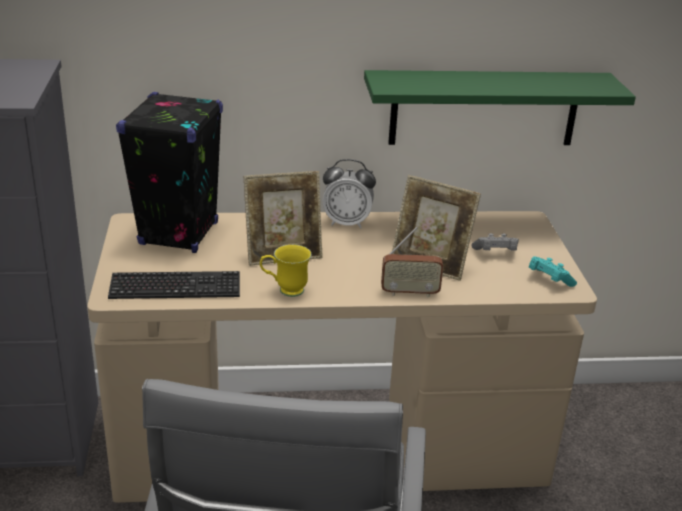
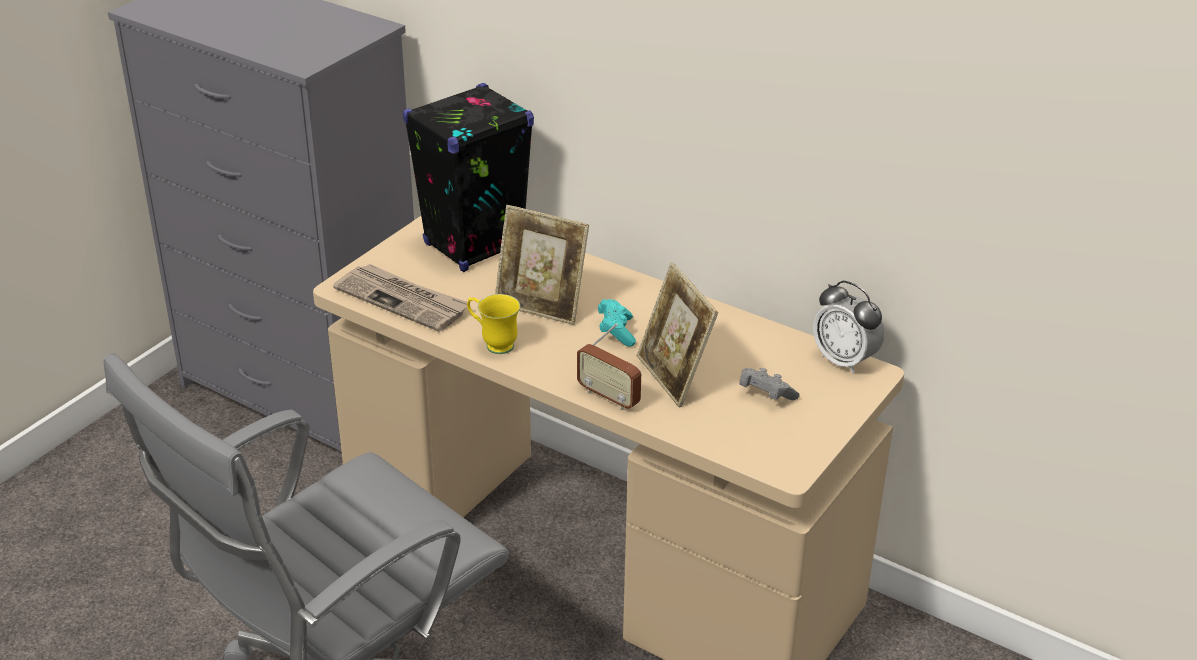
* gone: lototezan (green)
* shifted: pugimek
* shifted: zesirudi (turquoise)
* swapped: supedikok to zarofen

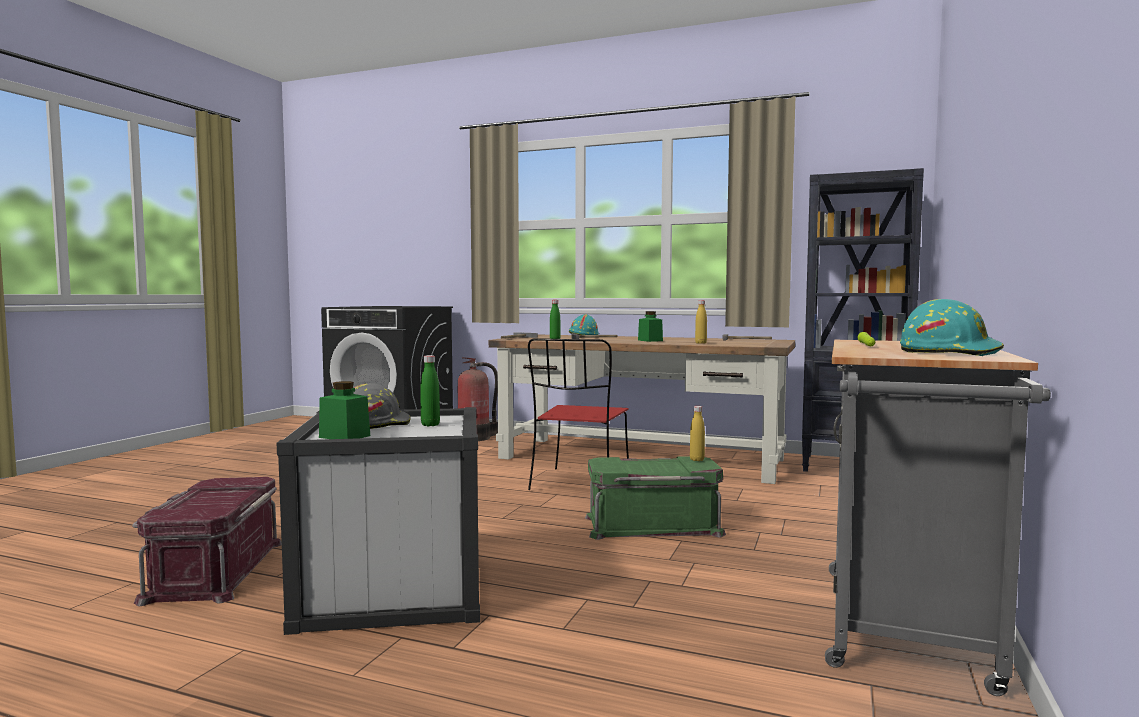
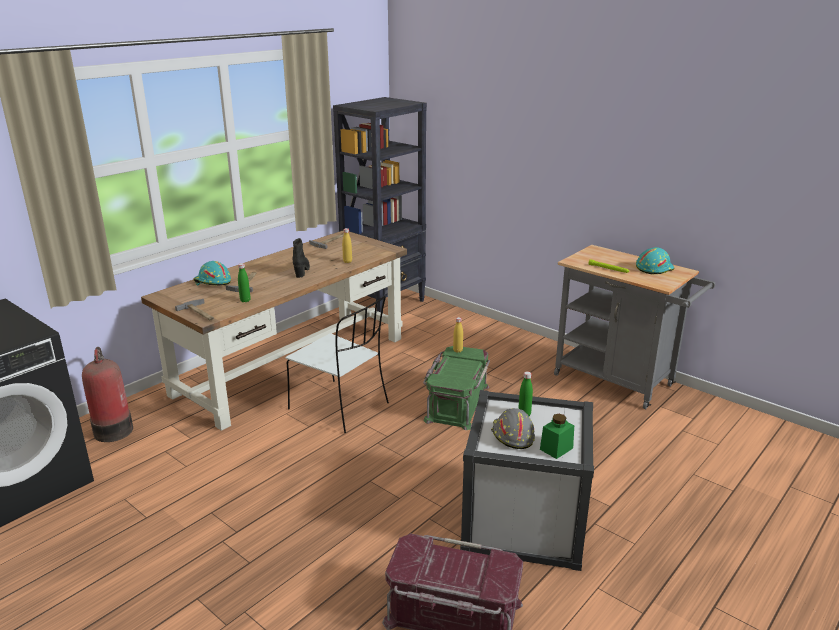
* swapped: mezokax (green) (no. 2 from left) to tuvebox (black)
* repainted: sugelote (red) to sugelote (white)

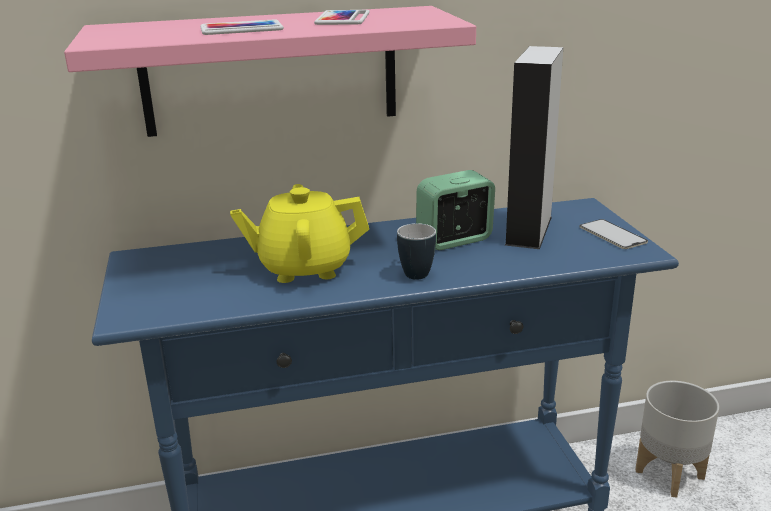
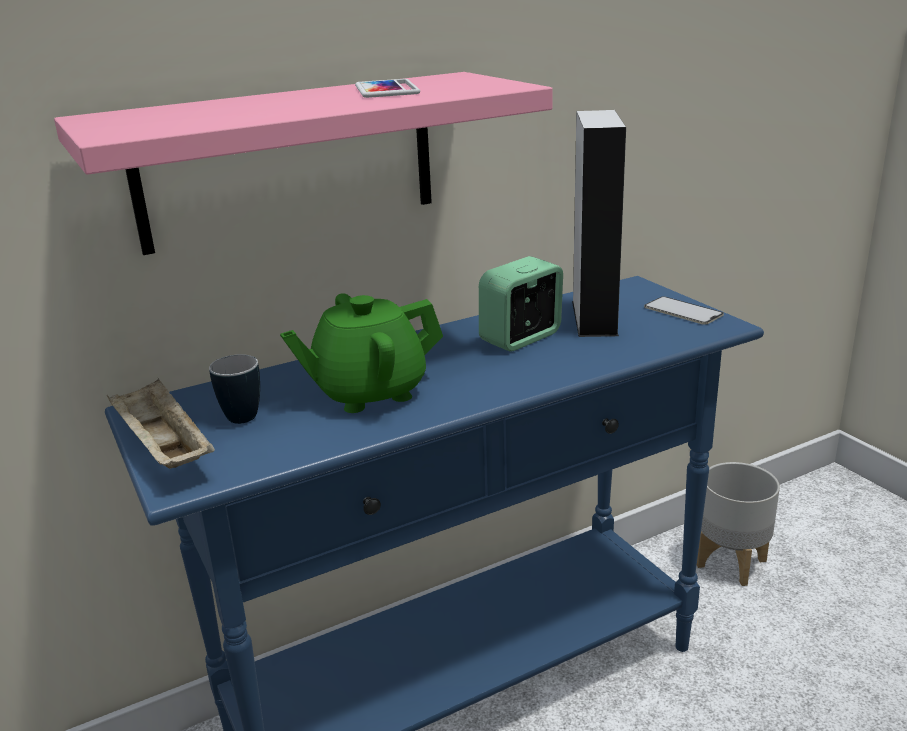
* gone: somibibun (no. 1 from left)
* repainted: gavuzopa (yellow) to gavuzopa (green)
* shifted: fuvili
* new: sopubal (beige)

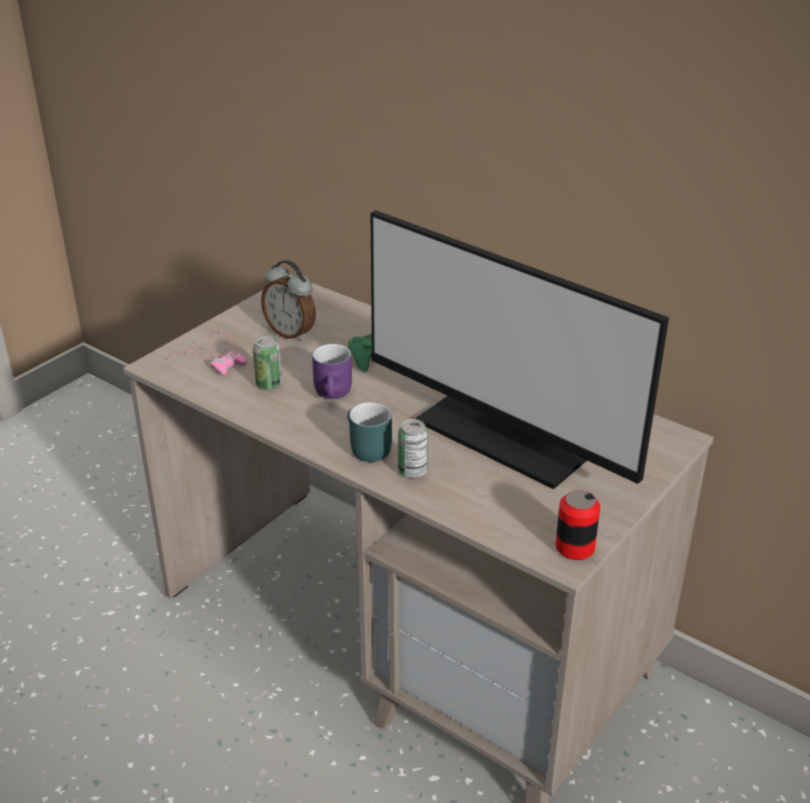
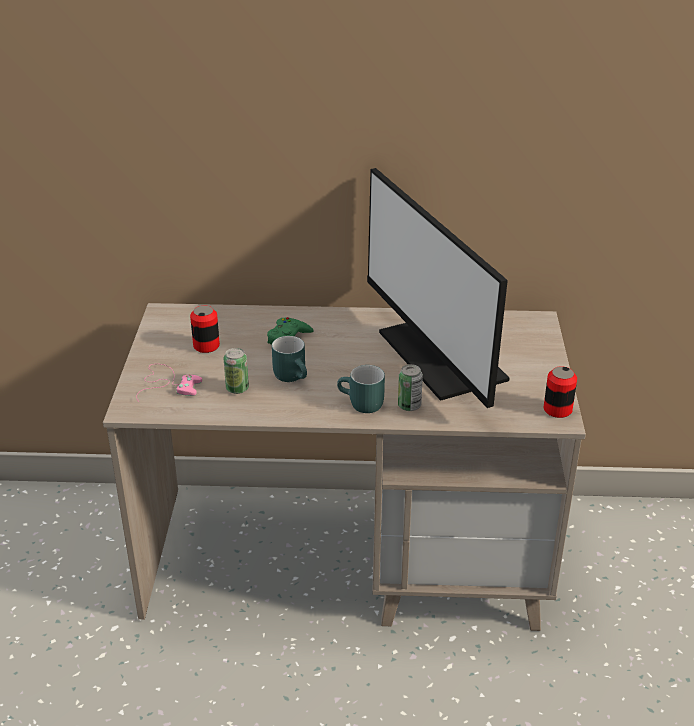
* rotated: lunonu 60 degrees clockwise
* swapped: pugimek to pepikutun (no. 1 from left)
* repainted: fuvili (purple) to fuvili (turquoise) (no. 1 from left)

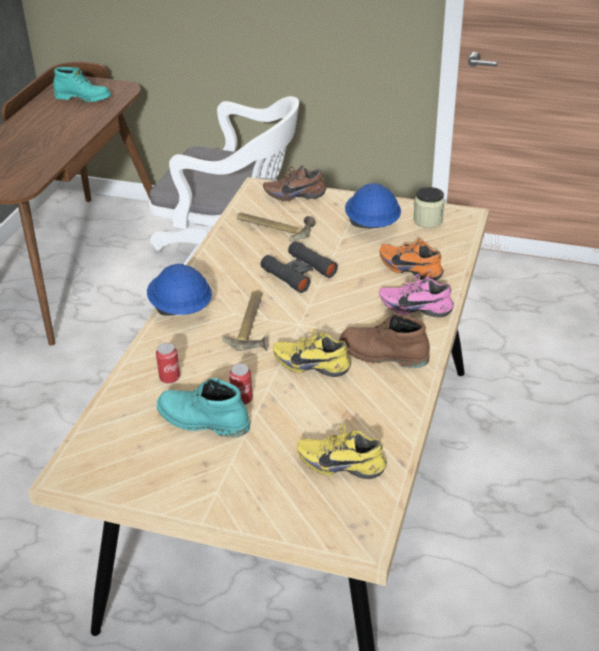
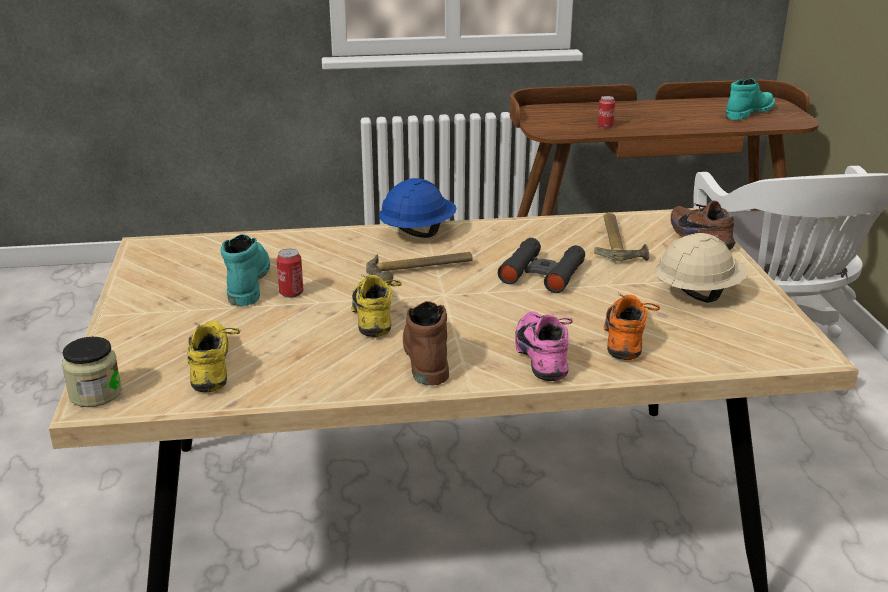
* rotated: tuvebox (turquoise) (no. 1 from left in the first image) 120 degrees counterclockwise
* repainted: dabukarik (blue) (no. 2 from left) to dabukarik (beige)
* shifted: mezokax
* shifted: pepikutun (no. 1 from left in the first image) to pepikutun (no. 2 from left)

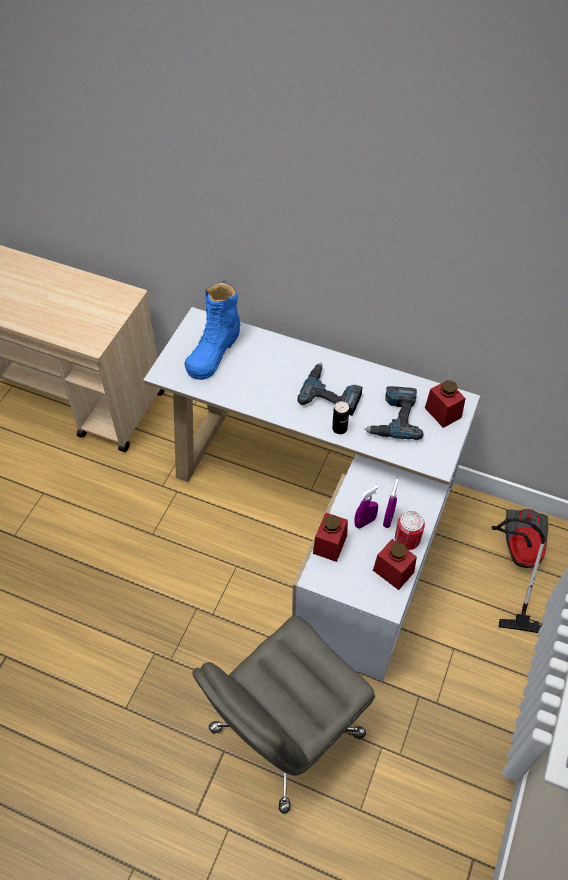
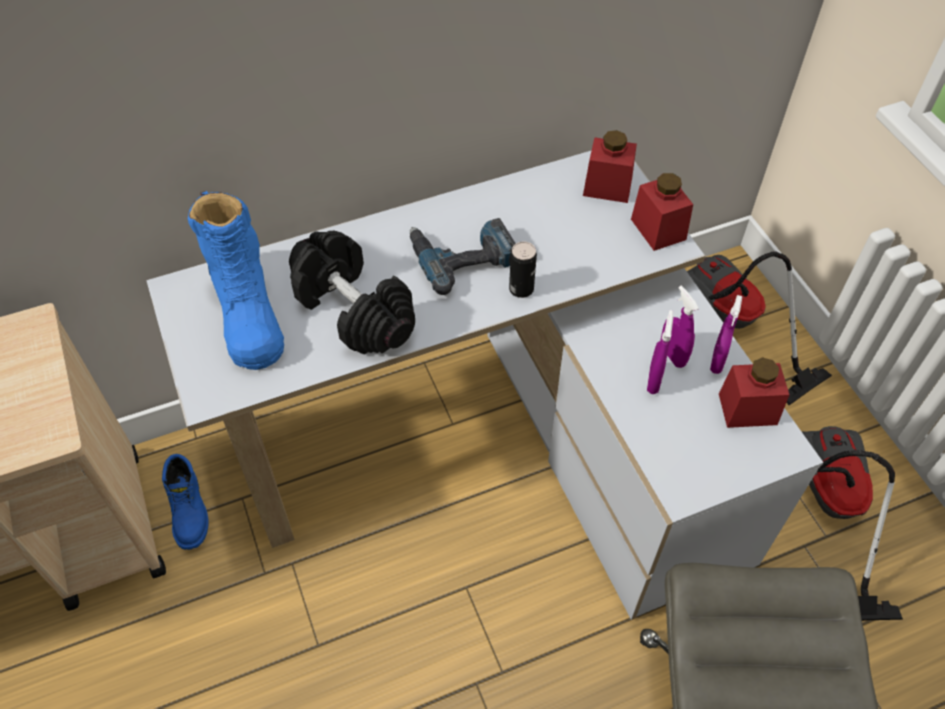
* gone: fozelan (no. 2 from left)
* swapped: pepikutun (no. 2 from left) to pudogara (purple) (no. 3 from left)
* shifted: mezokax (red) (no. 1 from left in the first image) to mezokax (red) (no. 2 from left)
* new: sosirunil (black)
* new: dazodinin (no. 2 from left)
* new: tuvebox (blue) (no. 1 from left)

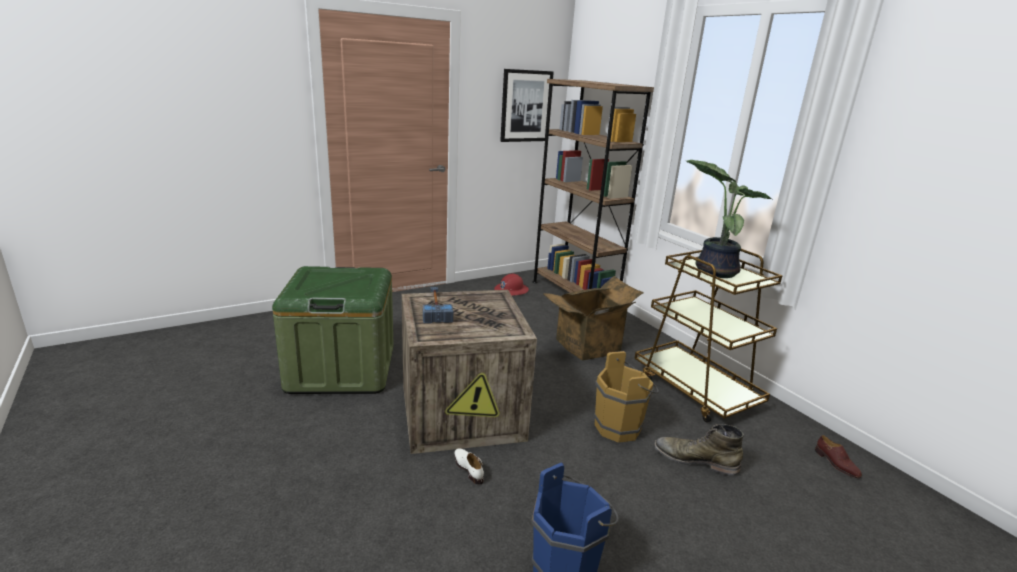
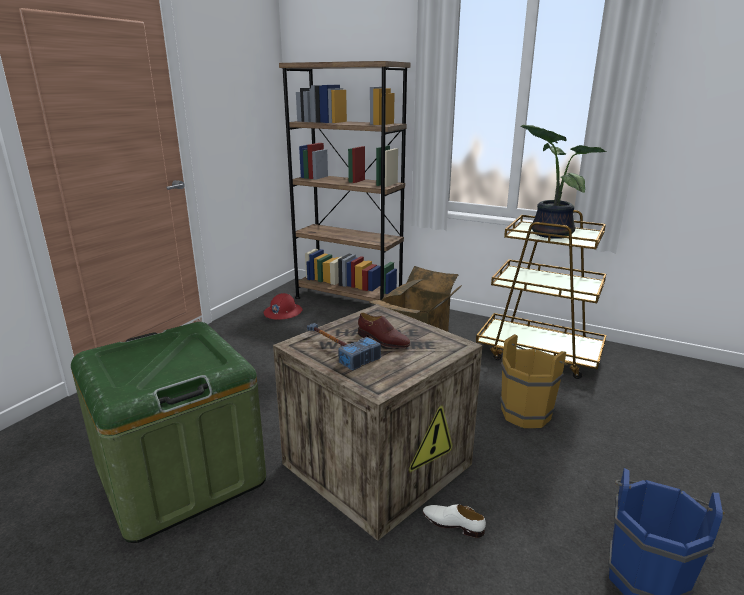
* gone: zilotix
* gone: tuvebox (green)
* shifted: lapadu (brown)

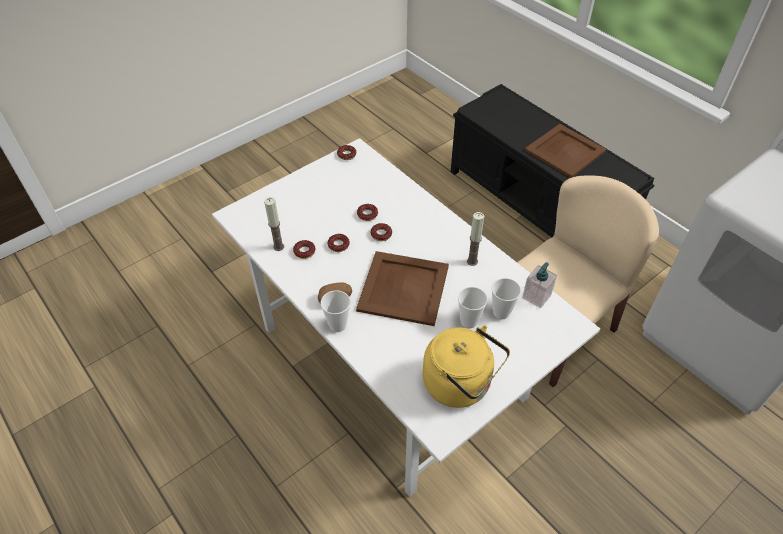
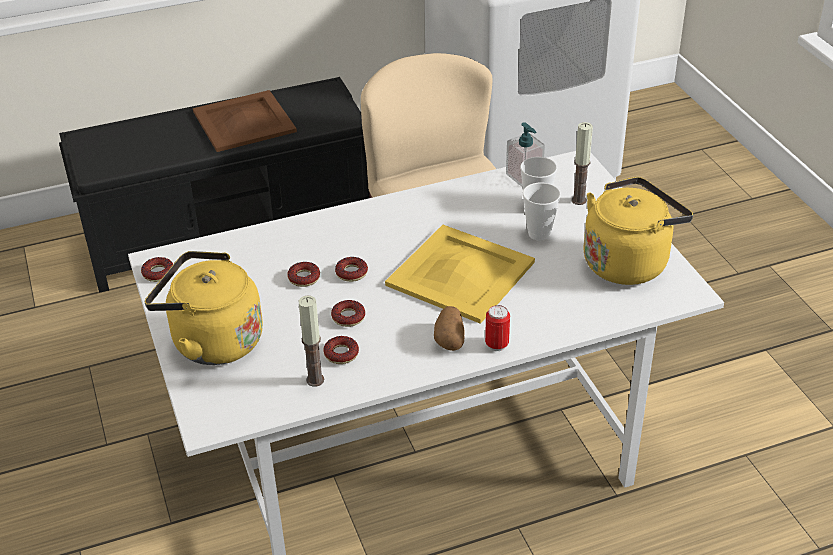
* shifted: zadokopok (no. 2 from left)
* repainted: sopubal (brown) (no. 1 from left) to sopubal (yellow)
* swapped: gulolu (no. 1 from left) to pepikutun
* new: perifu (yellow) (no. 1 from left)

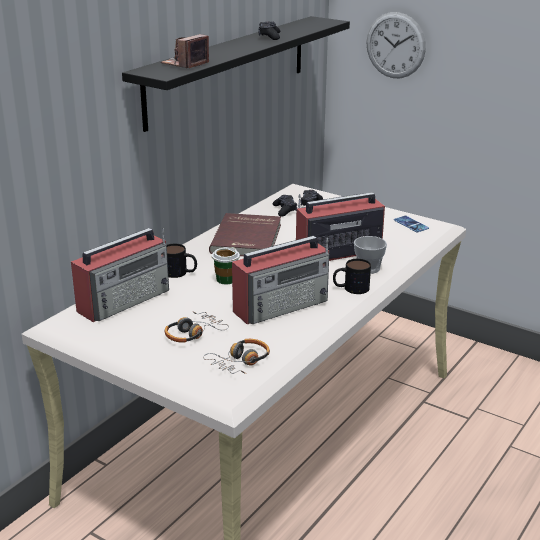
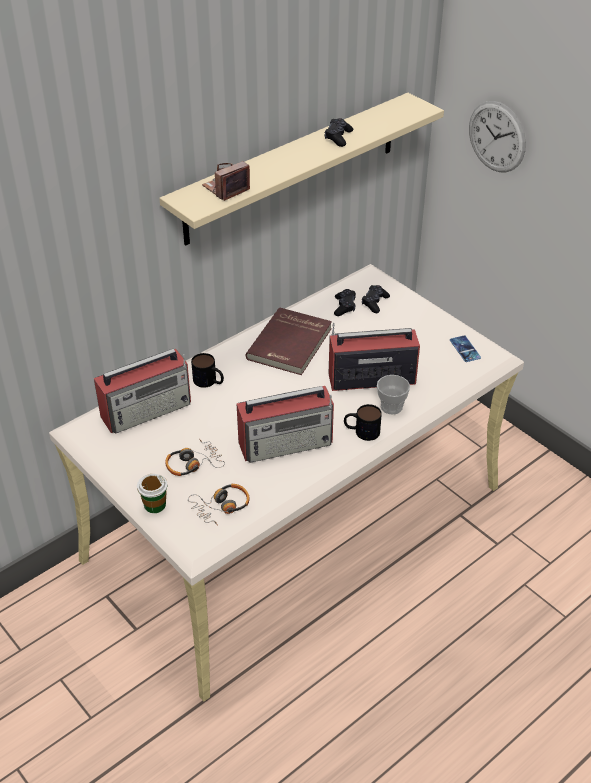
* repainted: lototezan (black) to lototezan (beige)
* shifted: gulolu (no. 1 from left)

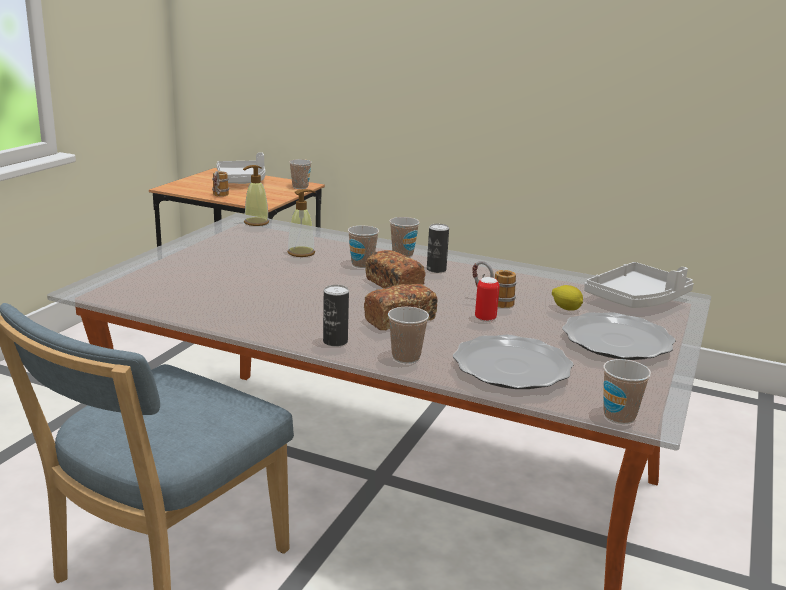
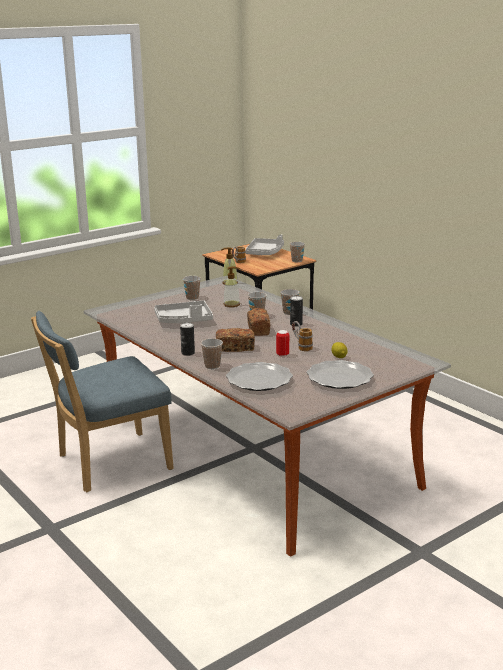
* shifted: sopubal (grey) (no. 2 from left in the first image) to sopubal (grey) (no. 1 from left)
* shifted: gulolu (no. 5 from left in the first image) to gulolu (no. 1 from left)

